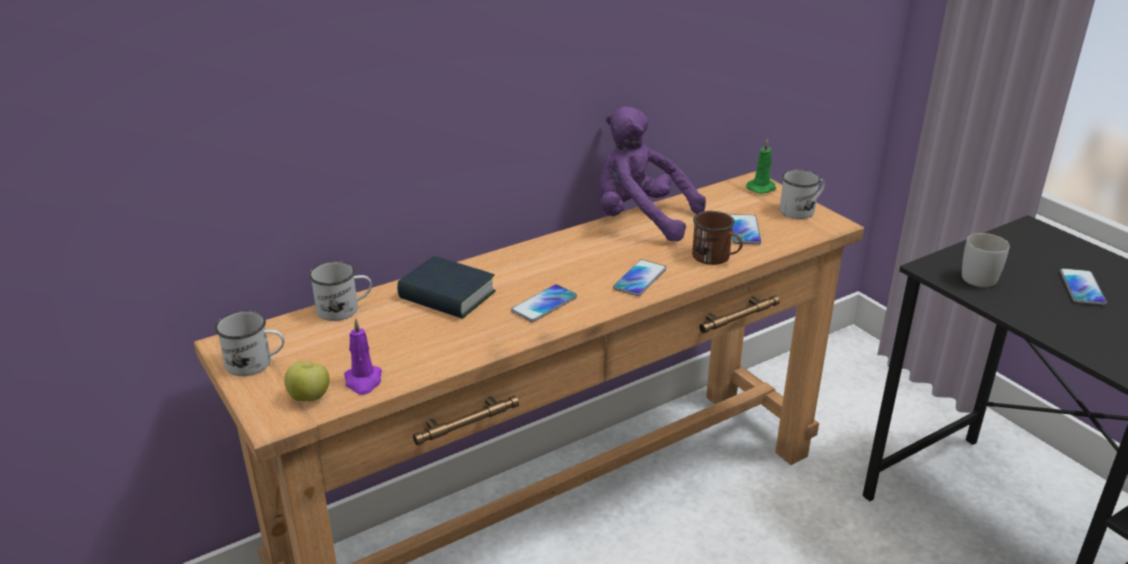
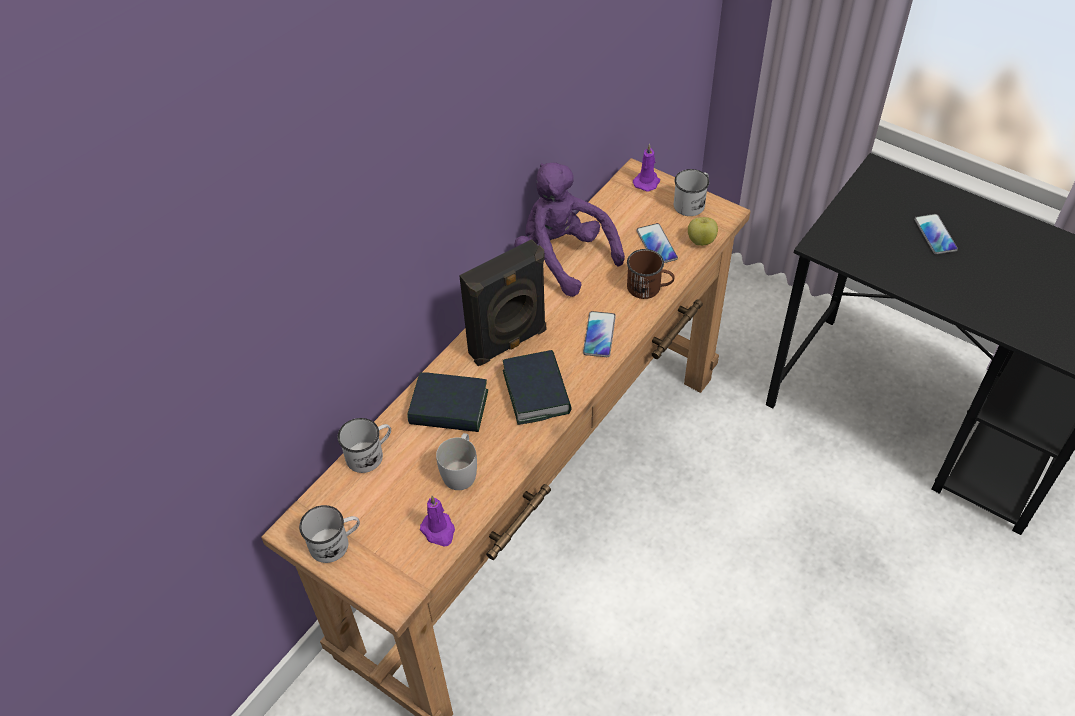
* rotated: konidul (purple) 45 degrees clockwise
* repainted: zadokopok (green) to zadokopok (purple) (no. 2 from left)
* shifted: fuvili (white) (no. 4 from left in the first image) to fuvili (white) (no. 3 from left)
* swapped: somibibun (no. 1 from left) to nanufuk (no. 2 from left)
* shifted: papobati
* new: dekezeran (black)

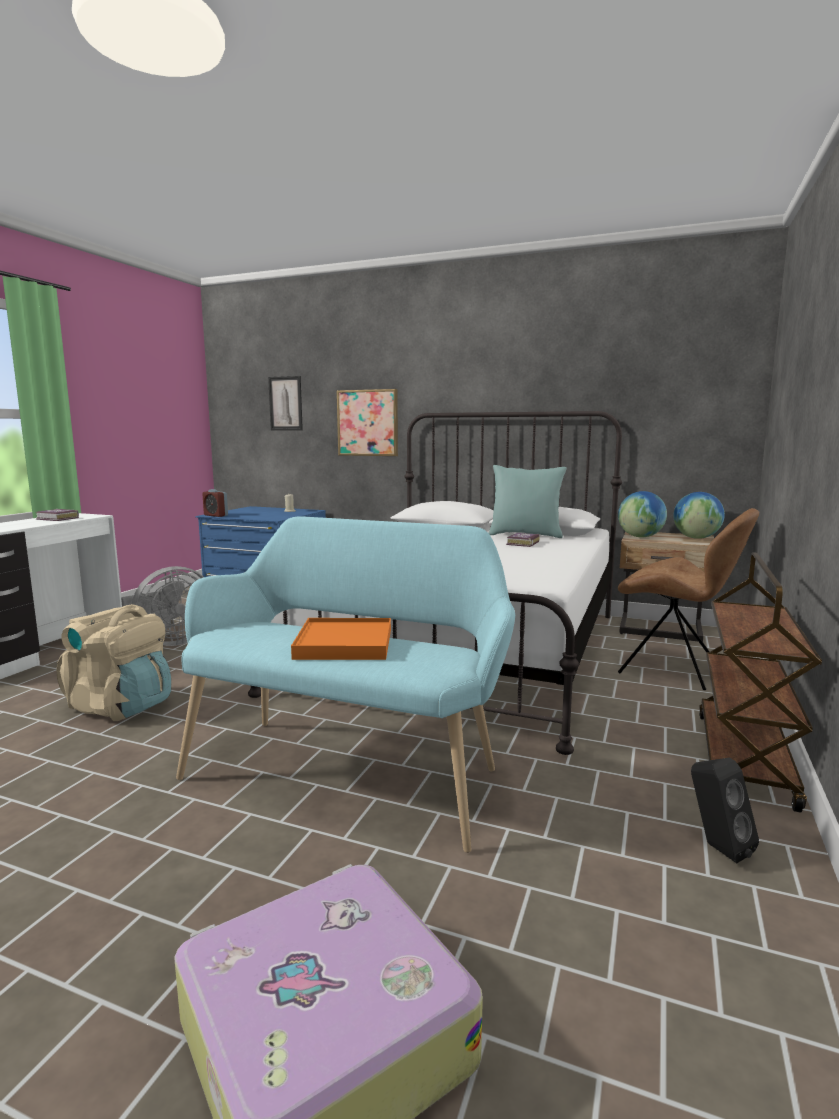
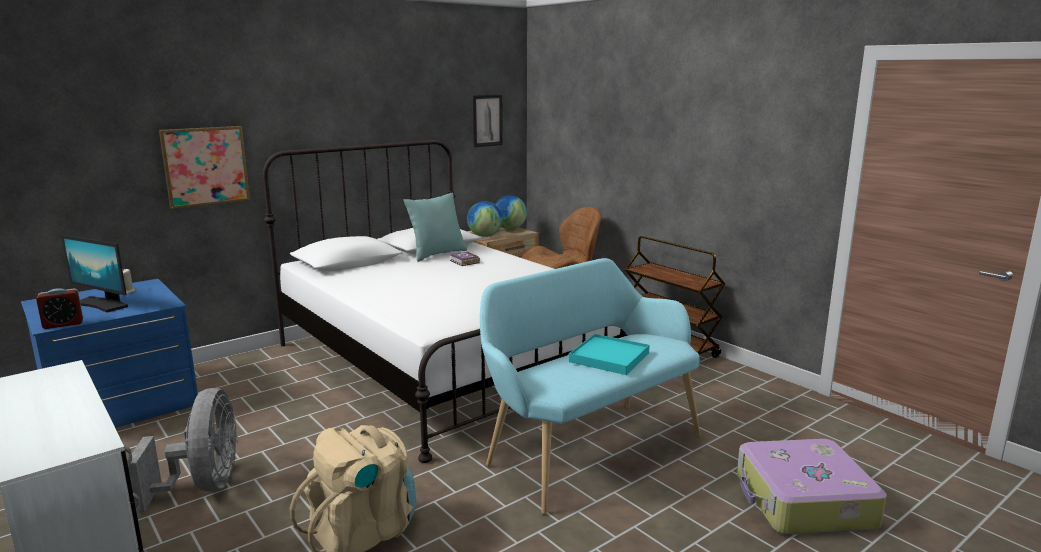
* shifted: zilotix (no. 1 from left in the first image) to zilotix (no. 2 from left)
* gone: nanufuk (no. 1 from left)
* repainted: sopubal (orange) to sopubal (turquoise)
* gone: dekezeran (black)
* new: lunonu

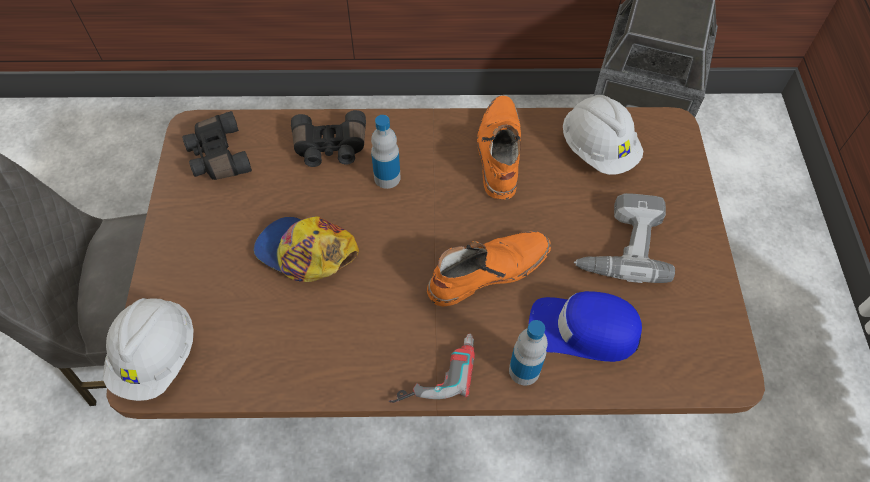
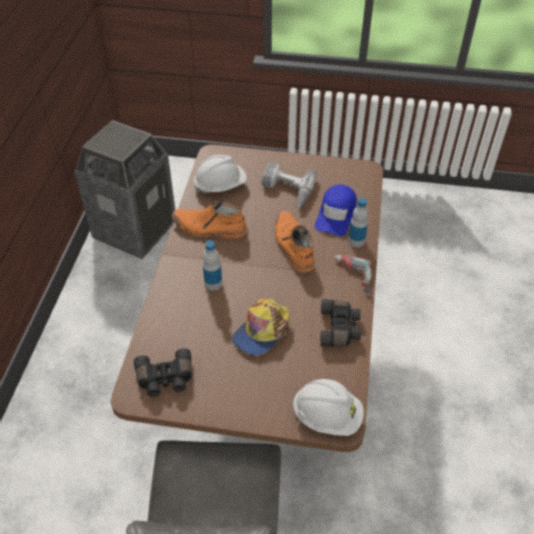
* shifted: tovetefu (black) (no. 2 from left)

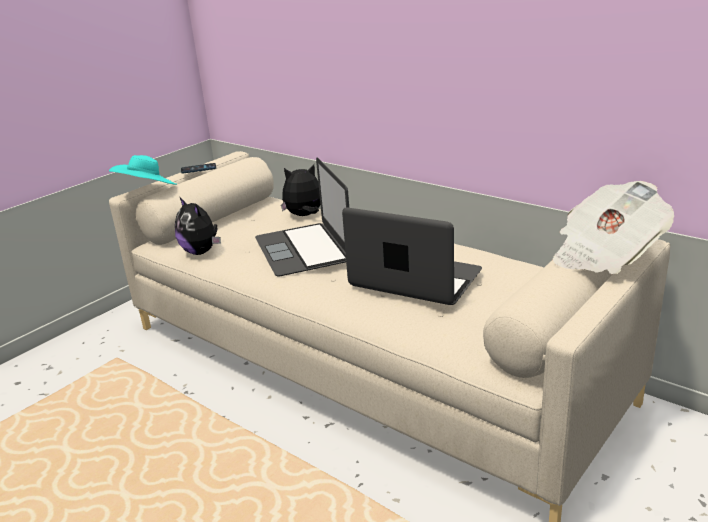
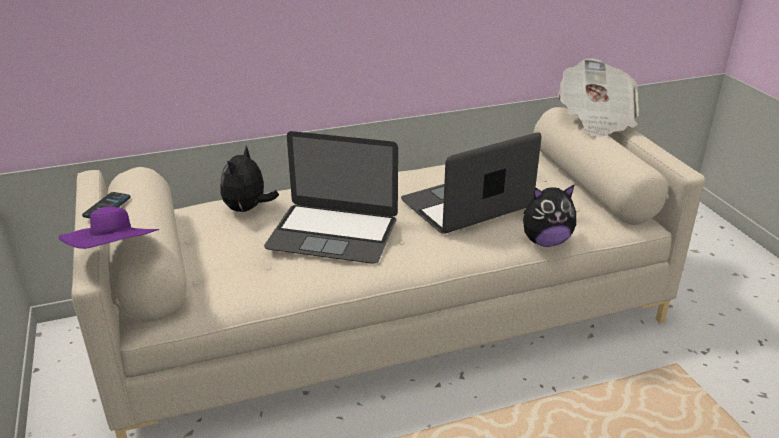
* repainted: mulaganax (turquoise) to mulaganax (purple)
* shifted: konidul (no. 1 from left in the first image) to konidul (no. 2 from left)

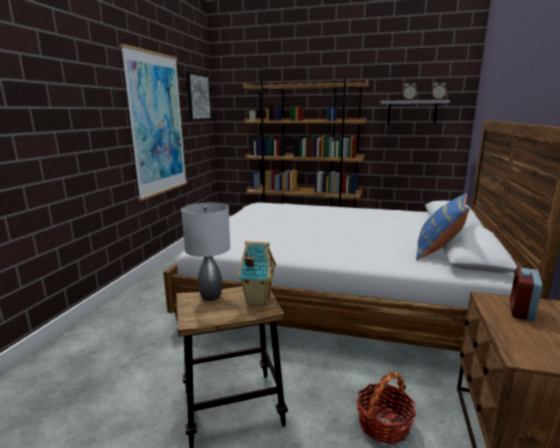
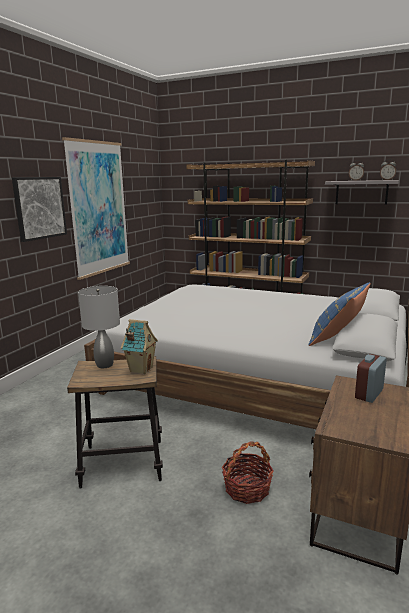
* shifted: zilotix (no. 2 from left in the first image) to zilotix (no. 1 from left)

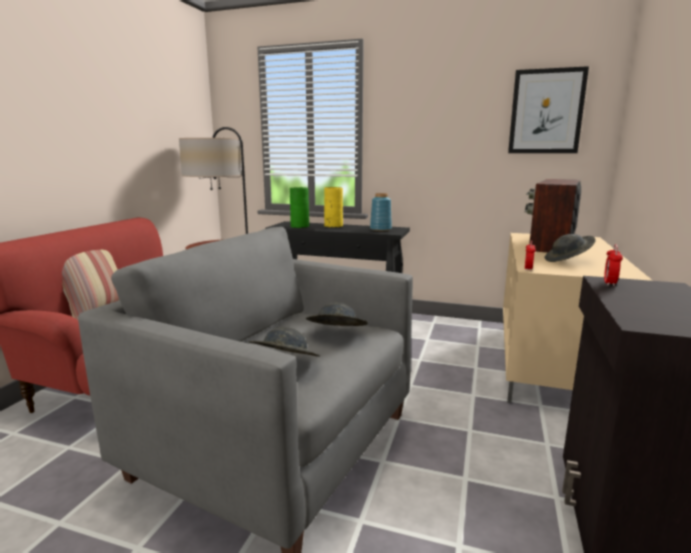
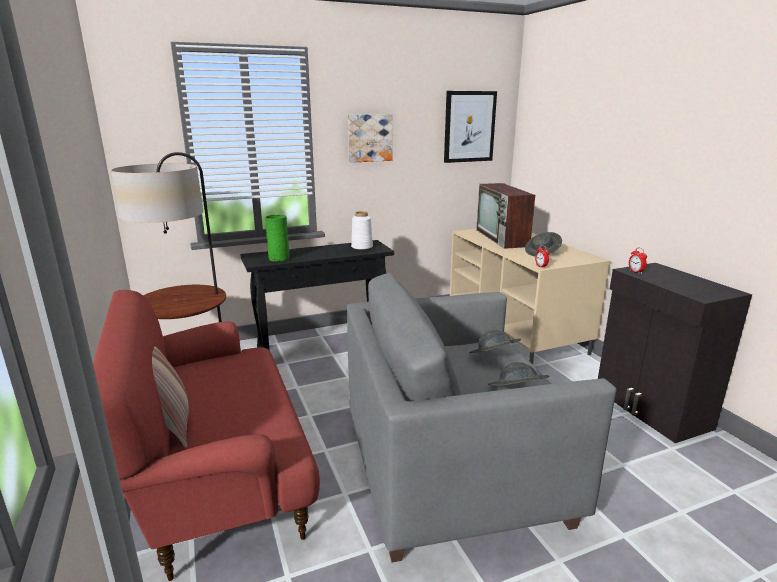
* gone: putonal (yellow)
* repainted: putonal (blue) to putonal (white)
* new: zilotix (no. 1 from left)

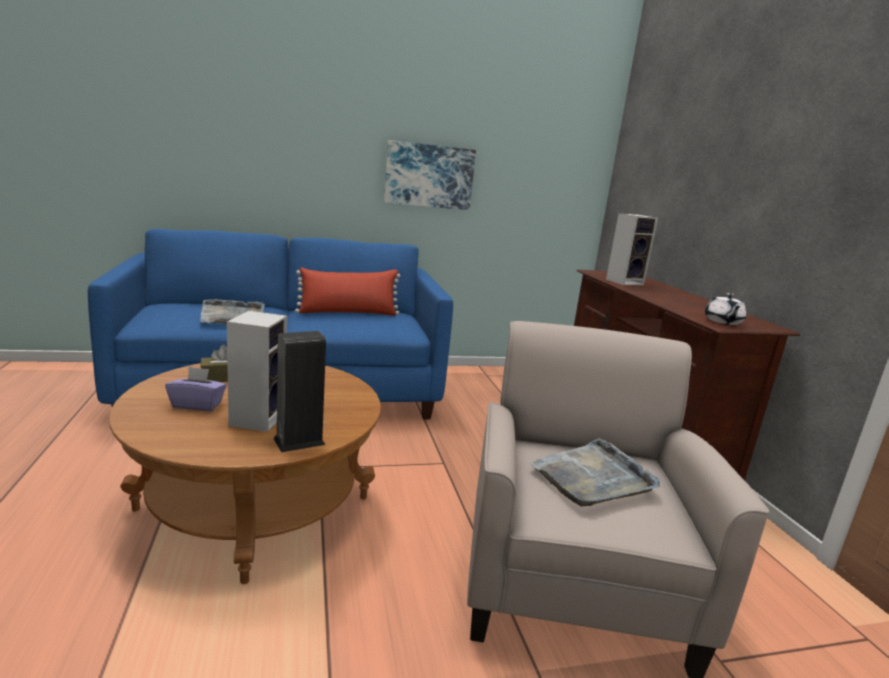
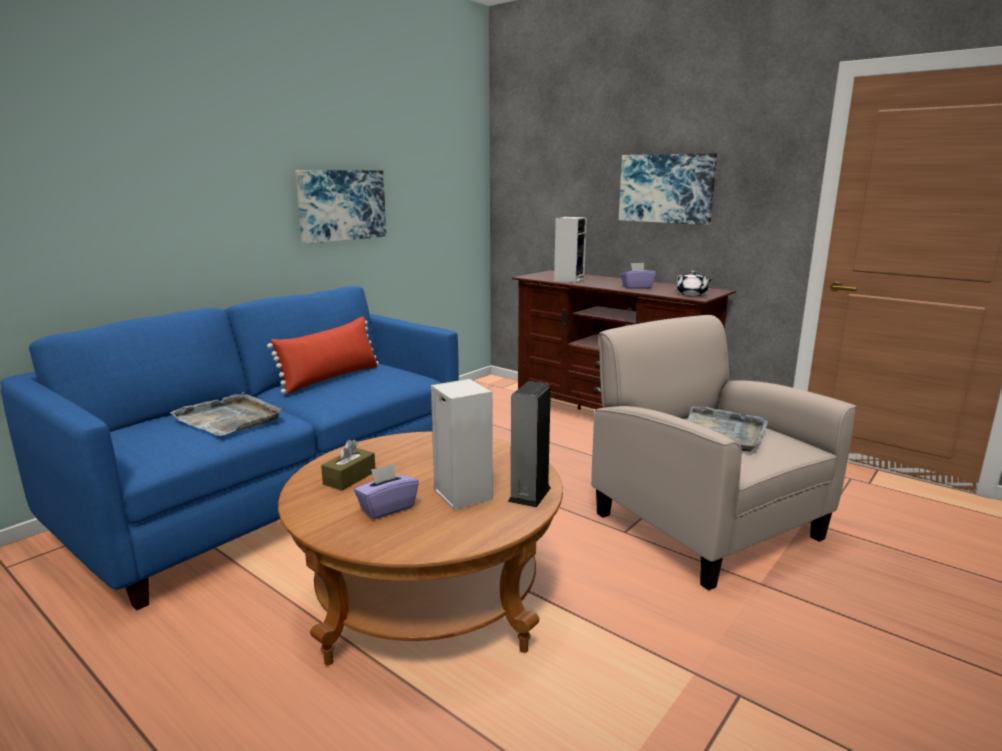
* new: zilotix (no. 2 from left)
* new: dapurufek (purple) (no. 2 from left)

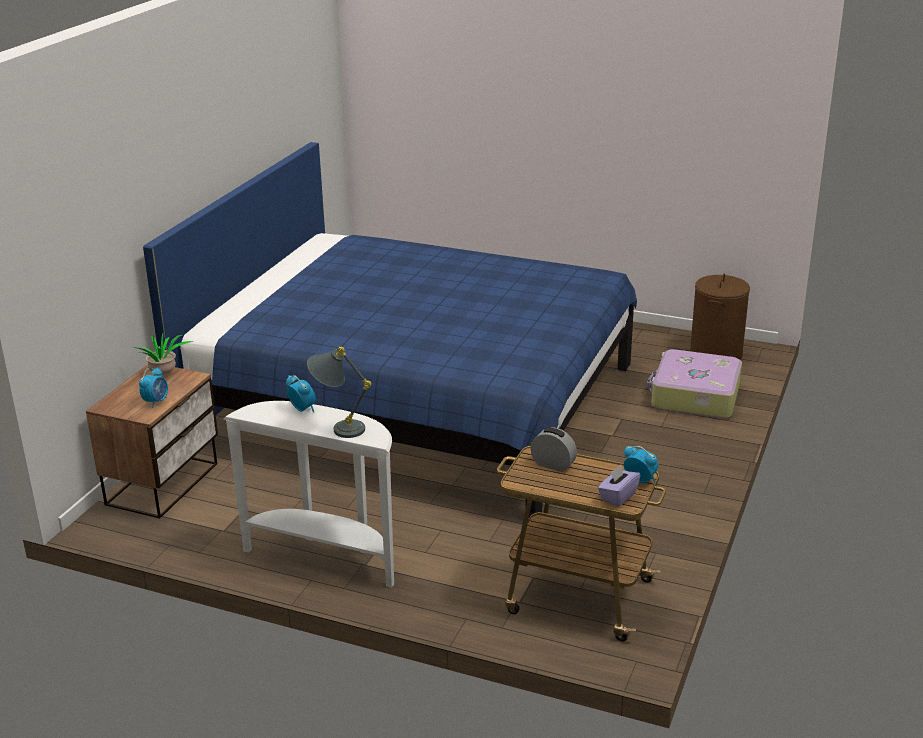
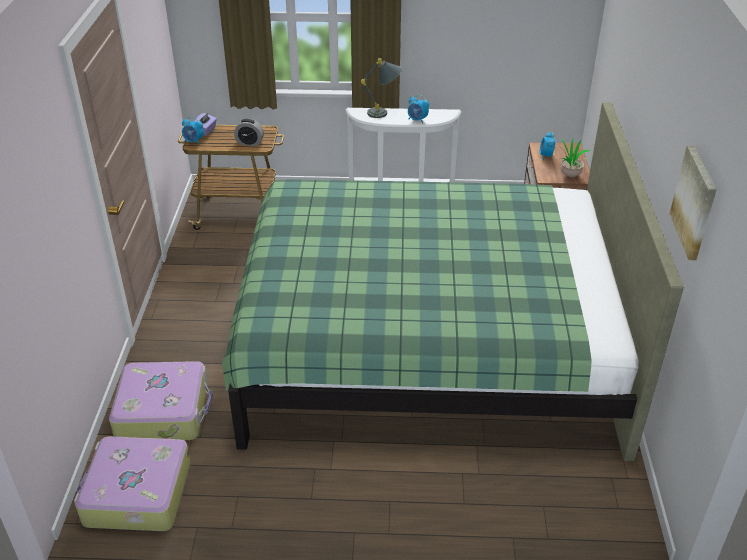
* repainted: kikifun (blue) to kikifun (green)
* swapped: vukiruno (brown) to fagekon (no. 1 from left)
* new: zilotix

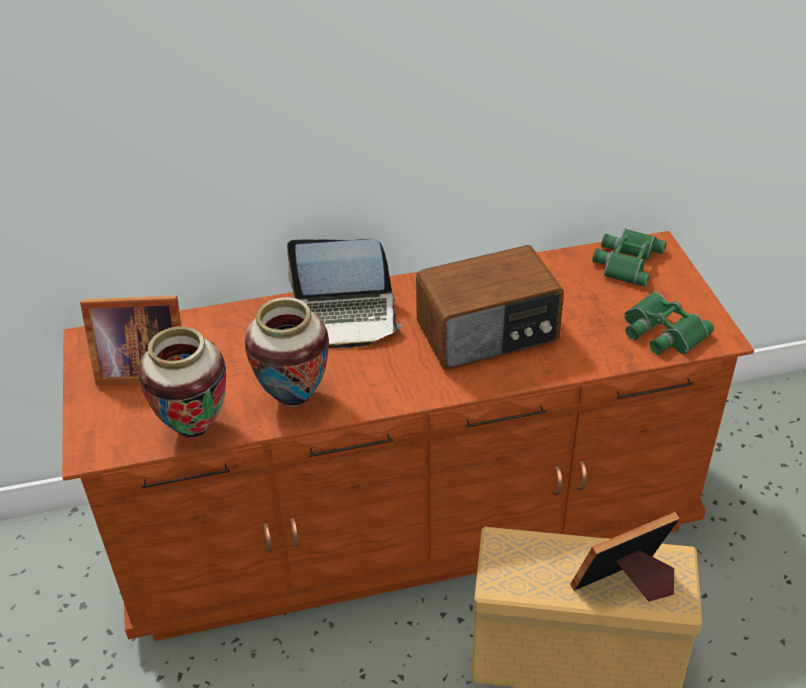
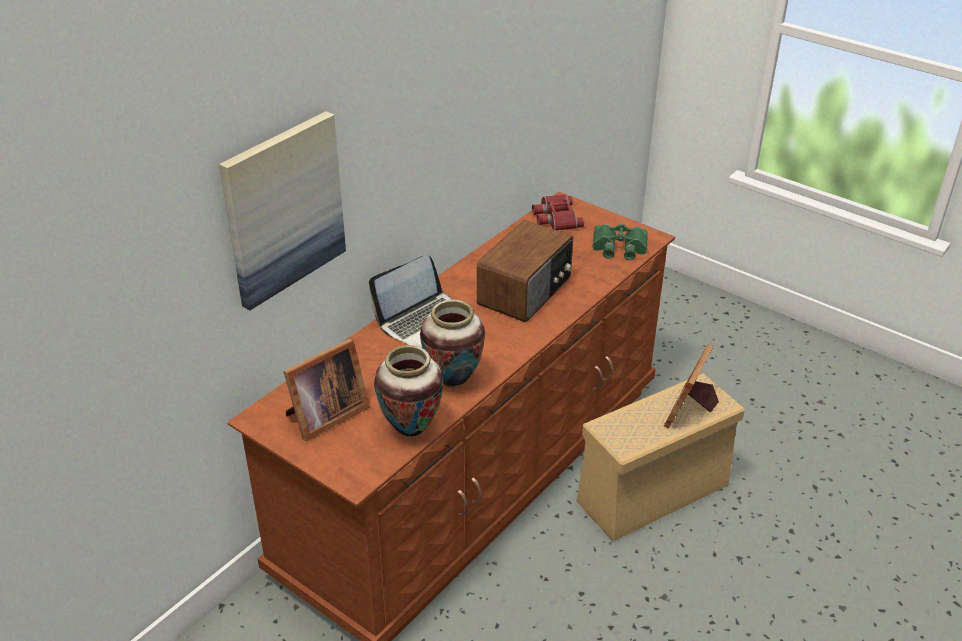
* repainted: tovetefu (green) (no. 1 from left) to tovetefu (red)
* new: zilotix

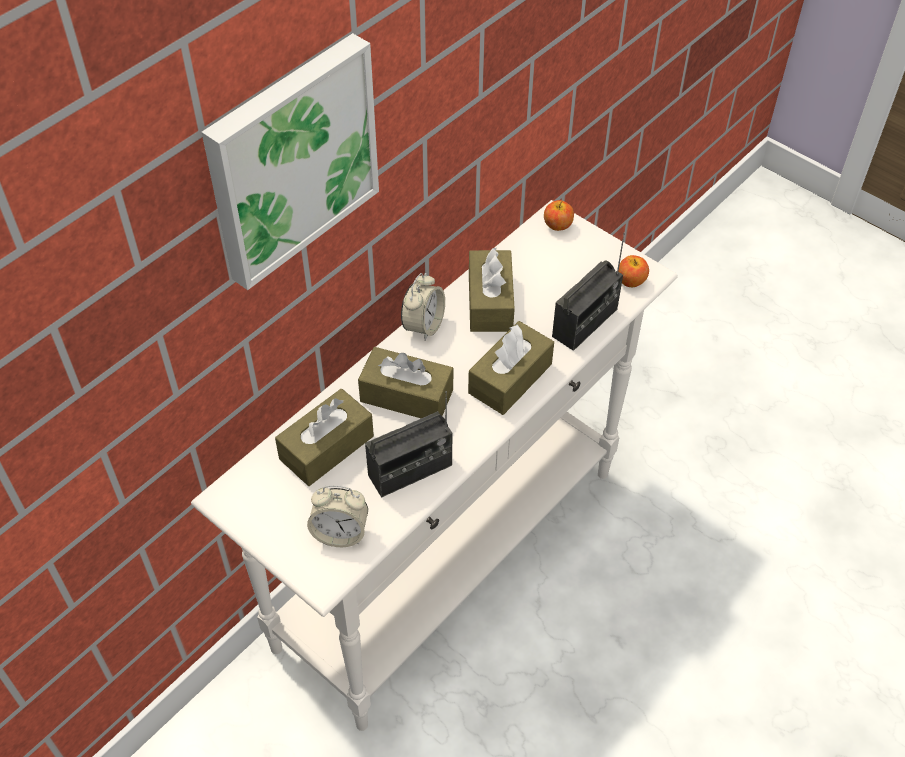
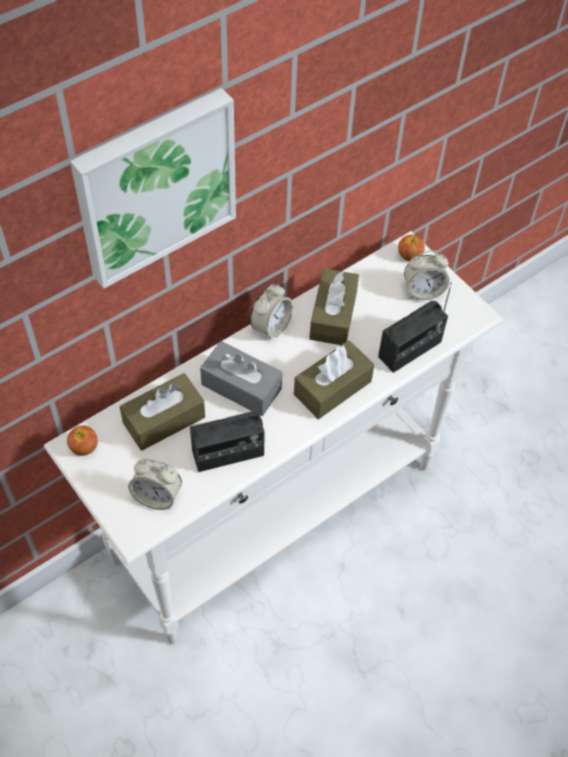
* shifted: papobati (no. 2 from left in the first image) to papobati (no. 1 from left)
* repainted: dapurufek (brown) (no. 2 from left) to dapurufek (grey)
* new: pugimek (no. 3 from left)

